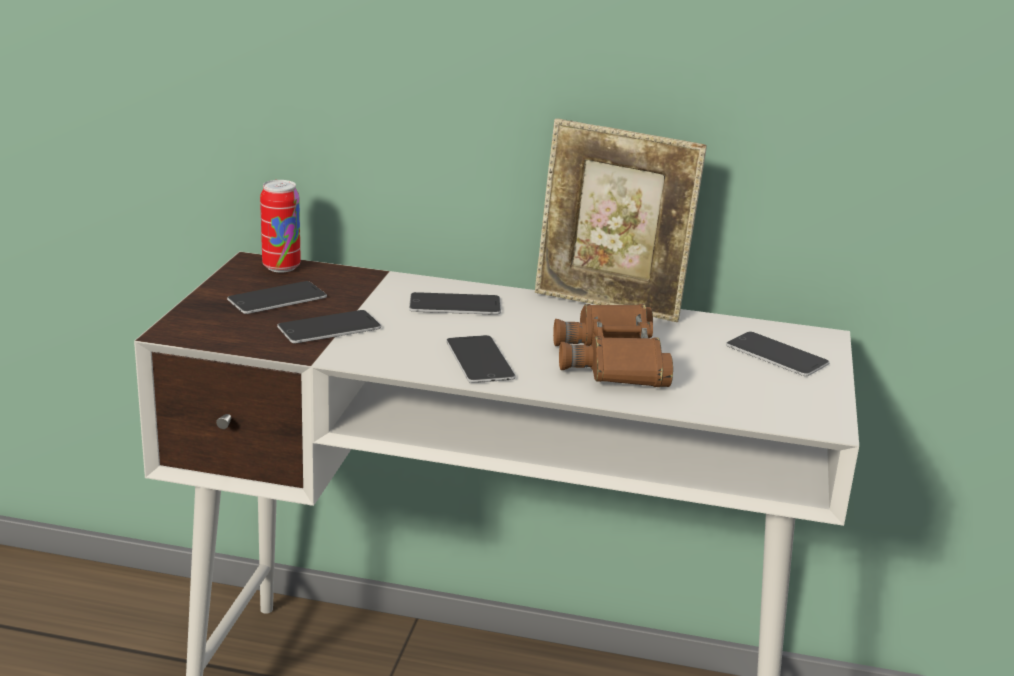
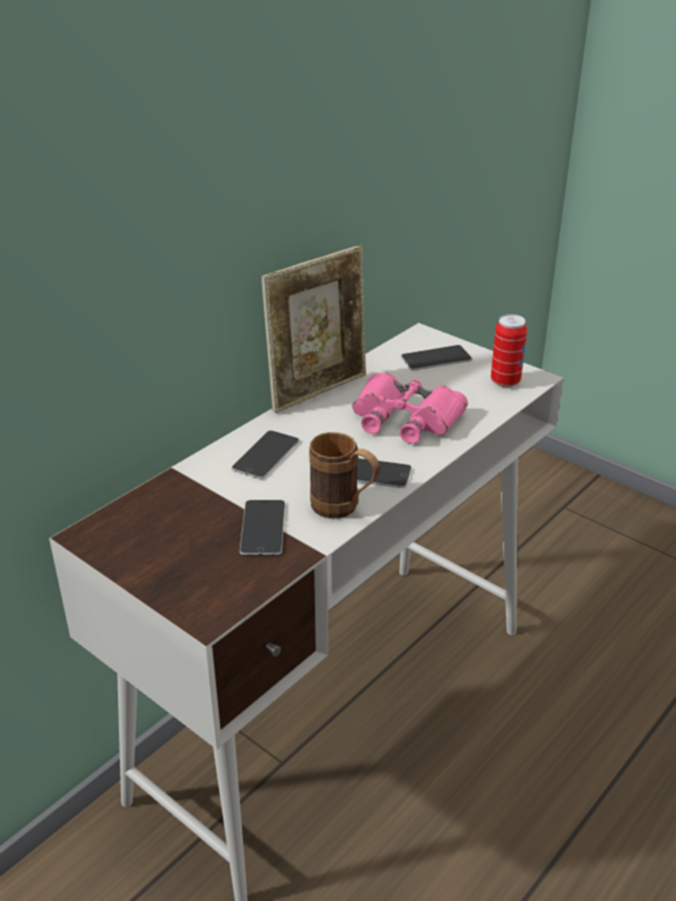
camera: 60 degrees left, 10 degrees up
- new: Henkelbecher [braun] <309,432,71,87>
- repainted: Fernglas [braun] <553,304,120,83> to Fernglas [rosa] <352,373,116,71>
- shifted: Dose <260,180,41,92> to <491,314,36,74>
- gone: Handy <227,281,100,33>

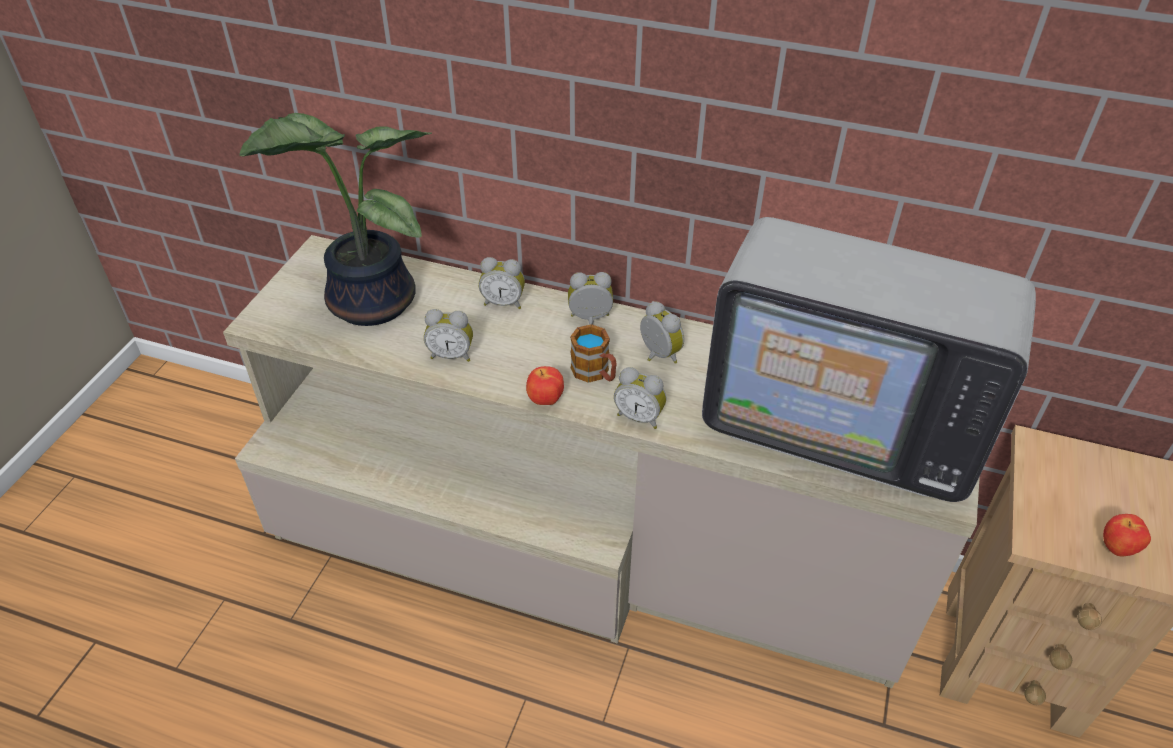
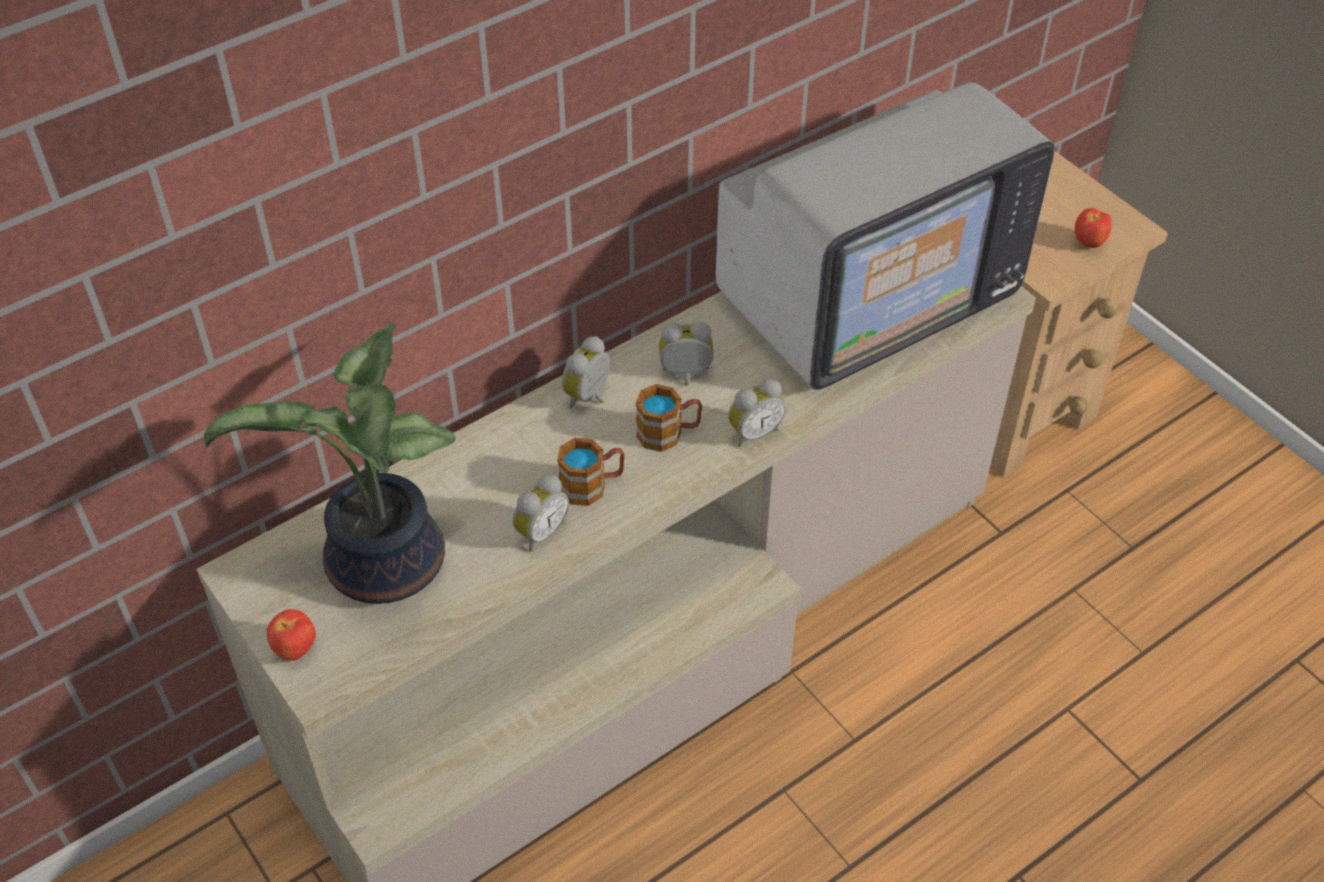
camera: 55 degrees left, 5 degrees up
- shifted: Apfel <526,366,38,39> to <267,609,49,52>
- new: Henkelbecher <557,438,68,68>
- gone: Wecker <479,257,46,52>

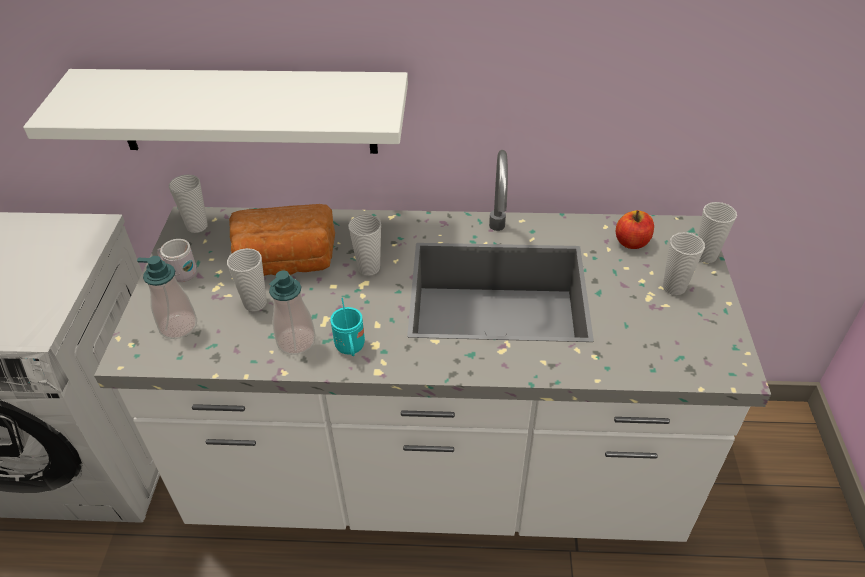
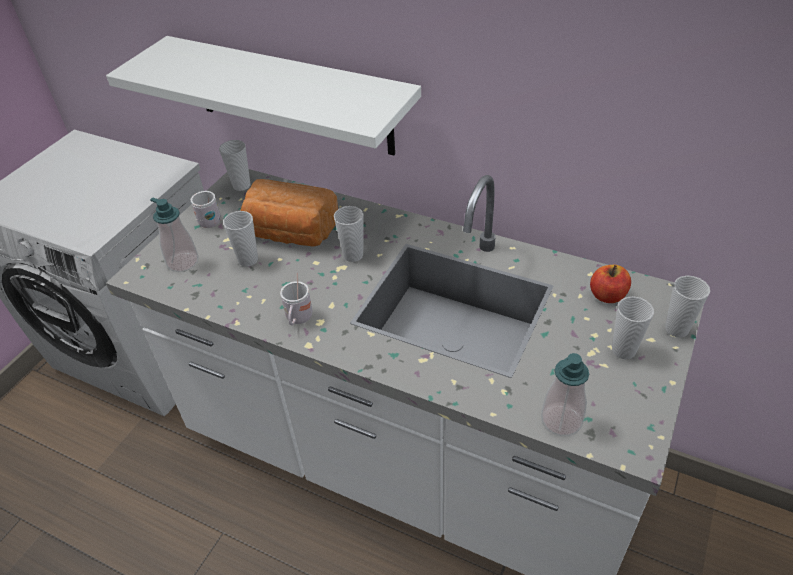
camera: 25 degrees right, 0 degrees up
- repainted: Henkelbecher [türkis] <330,298,35,58> to Henkelbecher [weiß] <280,273,33,52>
- shifted: Seifenspender <269,271,47,84> to <541,353,48,83>

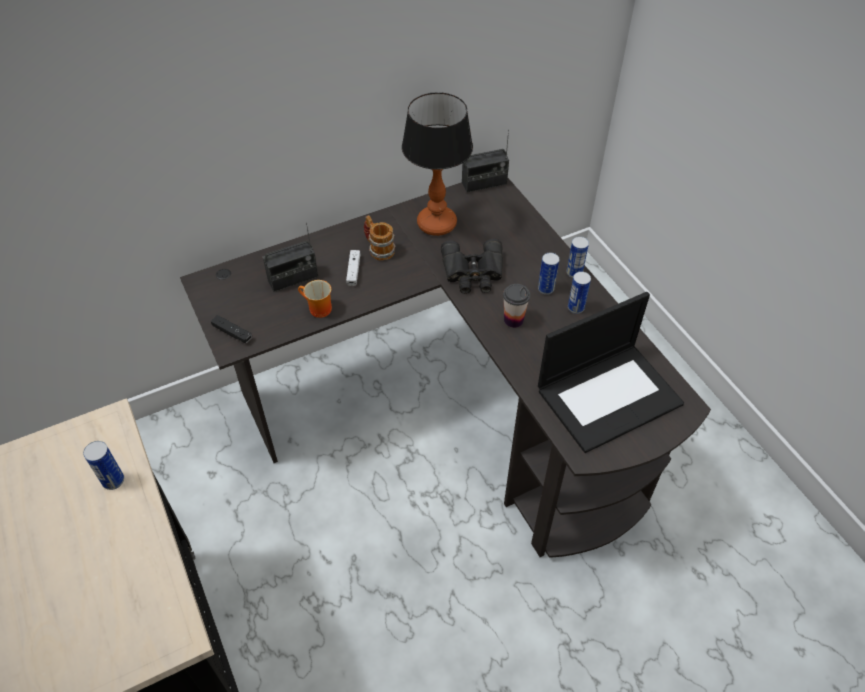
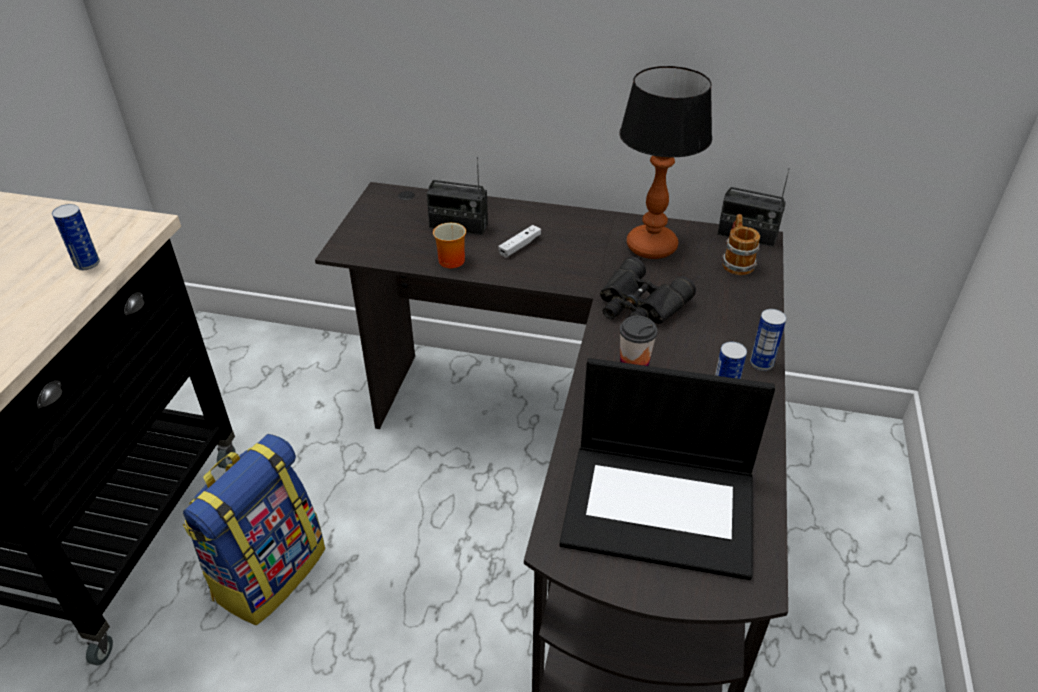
camera: 40 degrees right, 10 degrees down
- new: Rucksack <183,434,142,191>
- shifted: Henkelbecher <364,215,32,46> to <722,214,38,61>
- gone: Gamepad [schwarz] <211,315,41,28>
- gone: Dose <538,253,21,42>

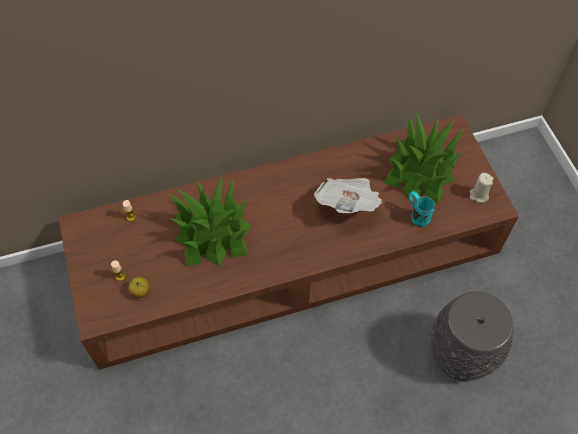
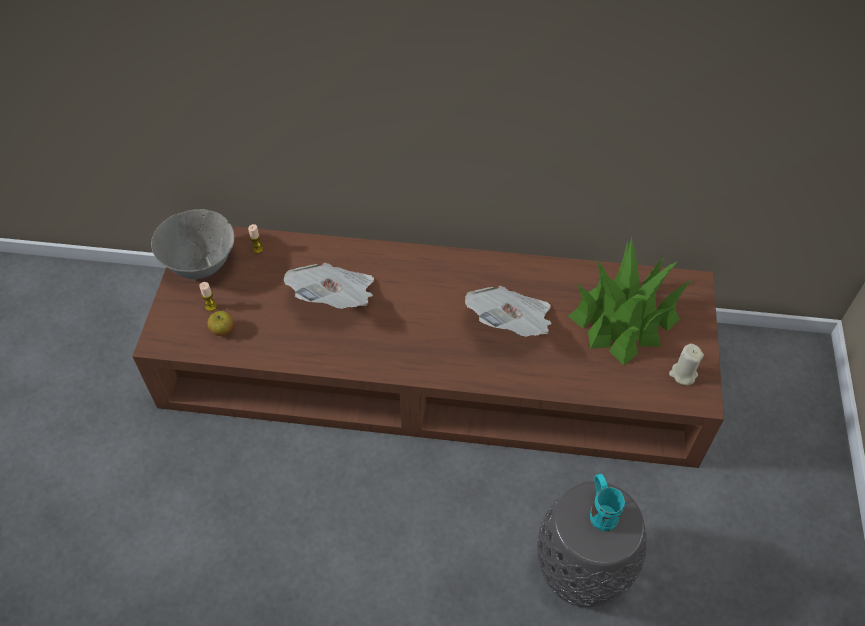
camera: 25 degrees right, 5 degrees down
- new: Schüssel [grau] <151,209,83,70>
- swapped: Topfpflanze <169,176,83,90> to Zeitung <284,263,90,46>
- shifted: Henkelbecher [türkis] <408,191,27,36> to <590,474,35,57>

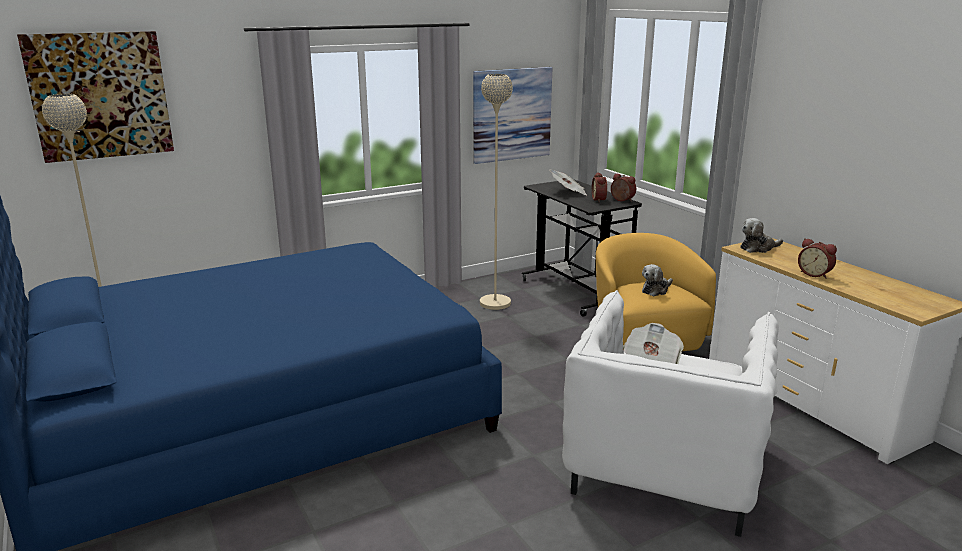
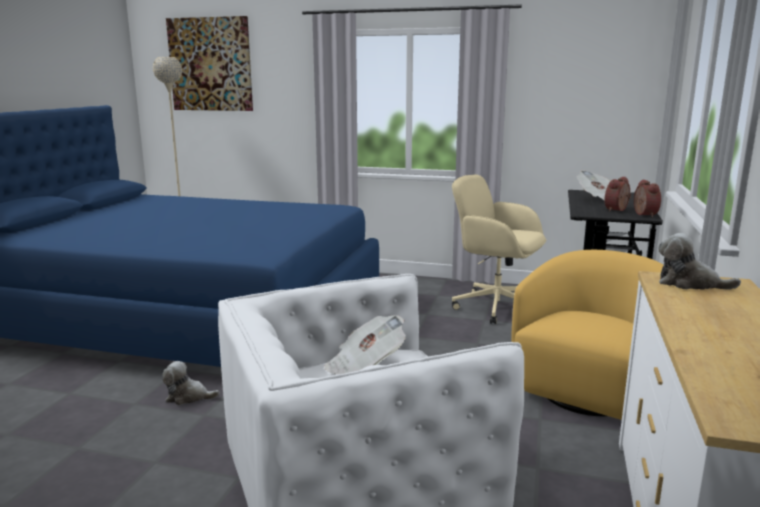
camera: 45 degrees right, 5 degrees down
- shifted: Plüschtier <642,264,31,32> to <162,361,58,44>
- swapped: Stehlampe [beige] <480,74,33,236> to Bürostuhl [beige] <452,175,94,149>
- gone: Bild <473,67,79,97>
- gone: Wecker <798,238,39,41>

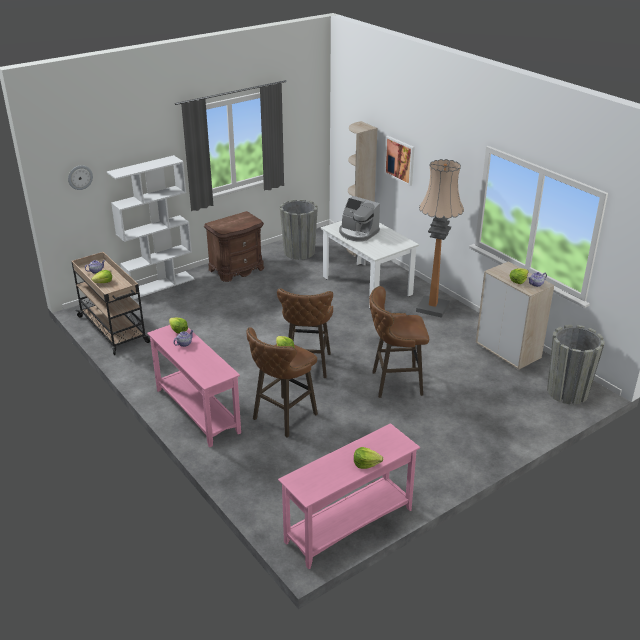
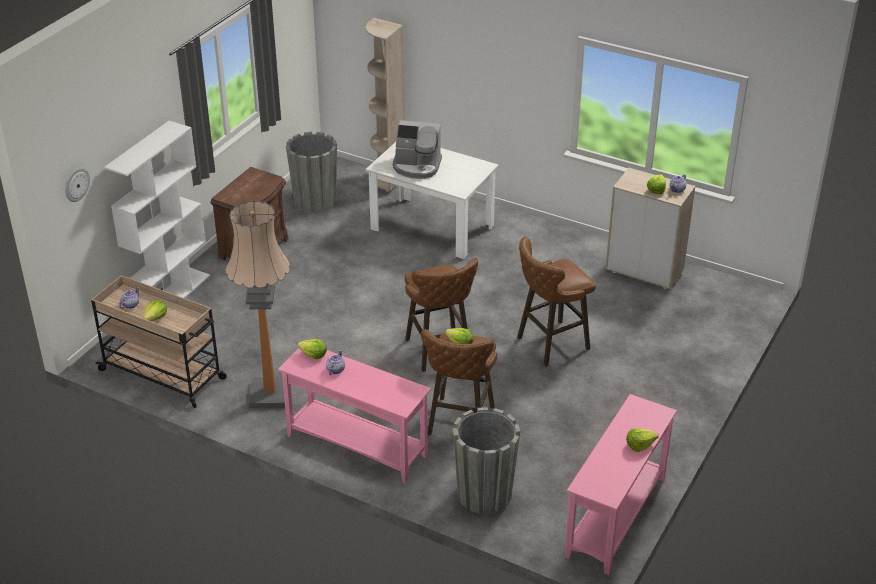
camera: 25 degrees left, 5 degrees up
- shifted: Stehlampe <416,159,48,159> to <225,201,65,207>
- shifted: Pflanzkübel [grau] <547,325,58,80> to <453,407,67,107>
- gone: Bild <384,136,30,50>

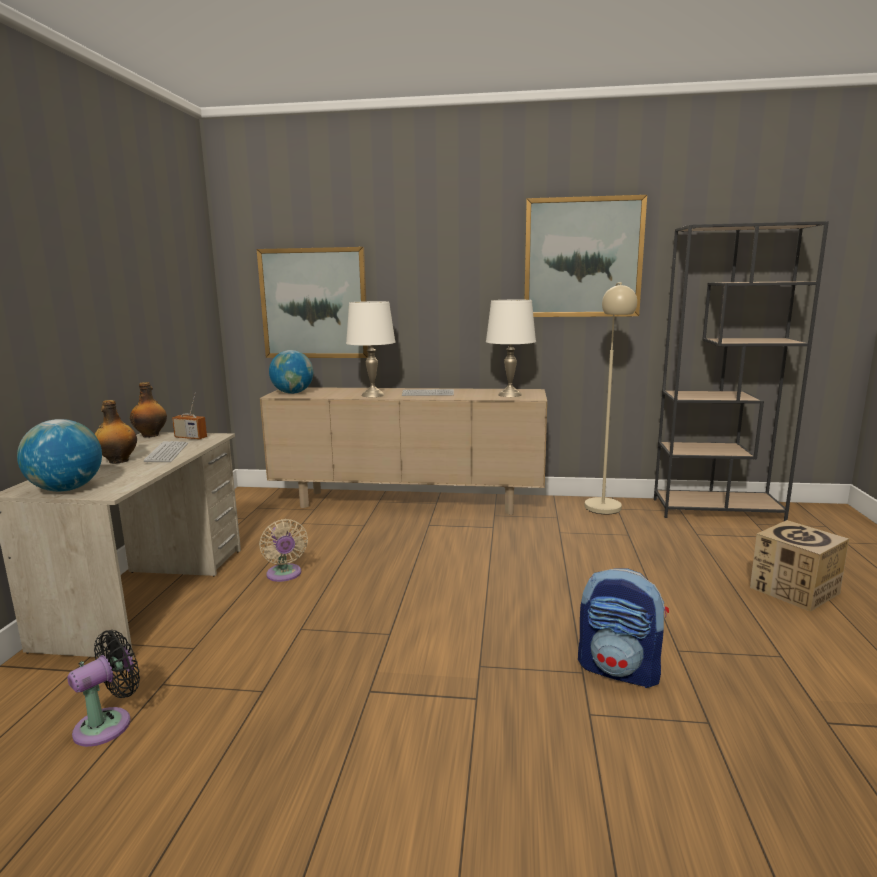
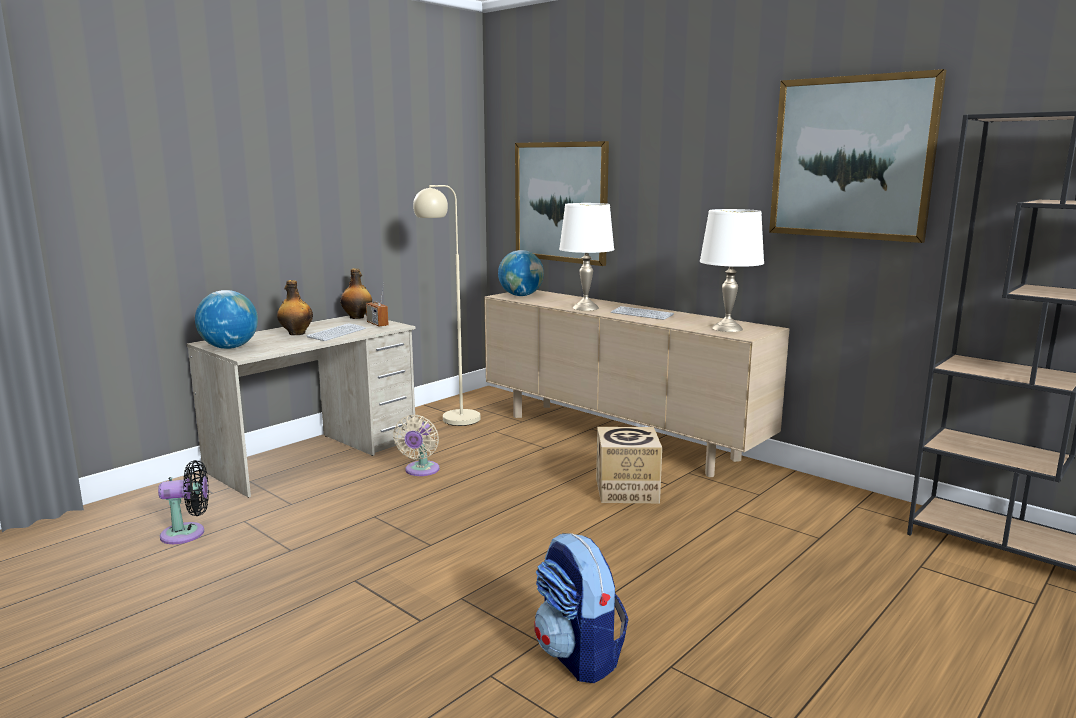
camera: 35 degrees right, 0 degrees up
- shifted: Stehlampe [beige] <585,282,52,232> to <413,185,68,241>
- shifted: Karton <750,520,99,92> to <596,427,66,76>

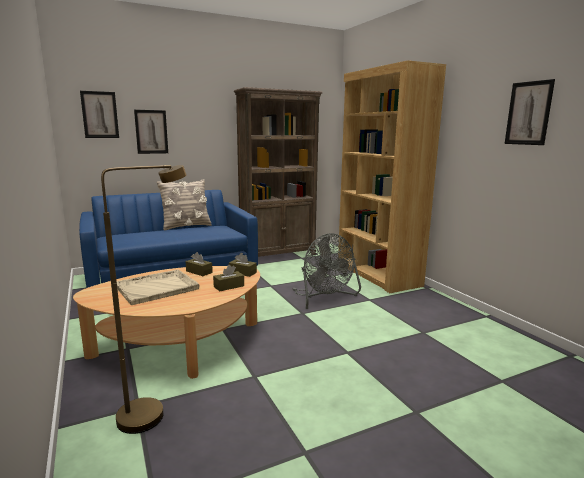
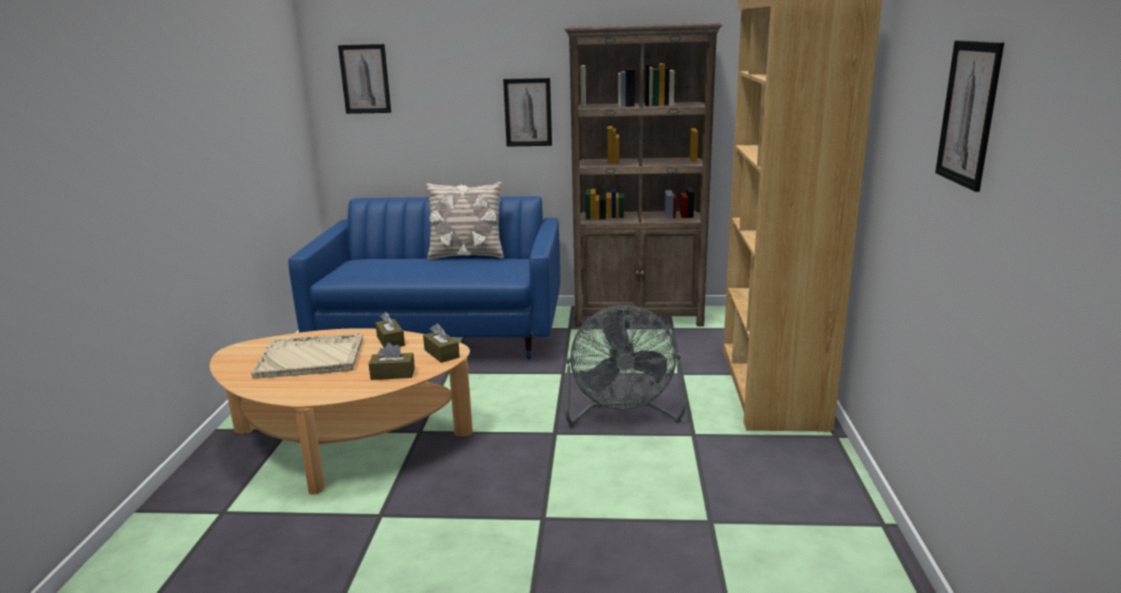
camera: 30 degrees right, 5 degrees up
- shifted: Bild <134,110,34,44> to <503,78,49,69>
- gone: Stehlampe [braun] <101,165,86,269>

